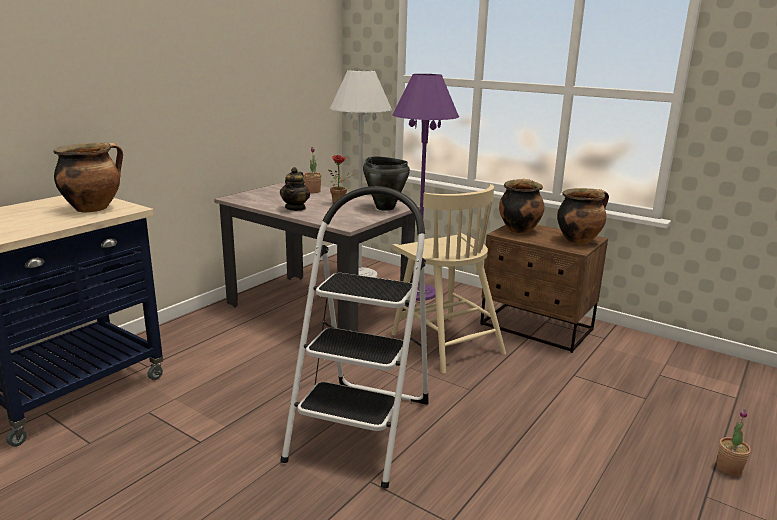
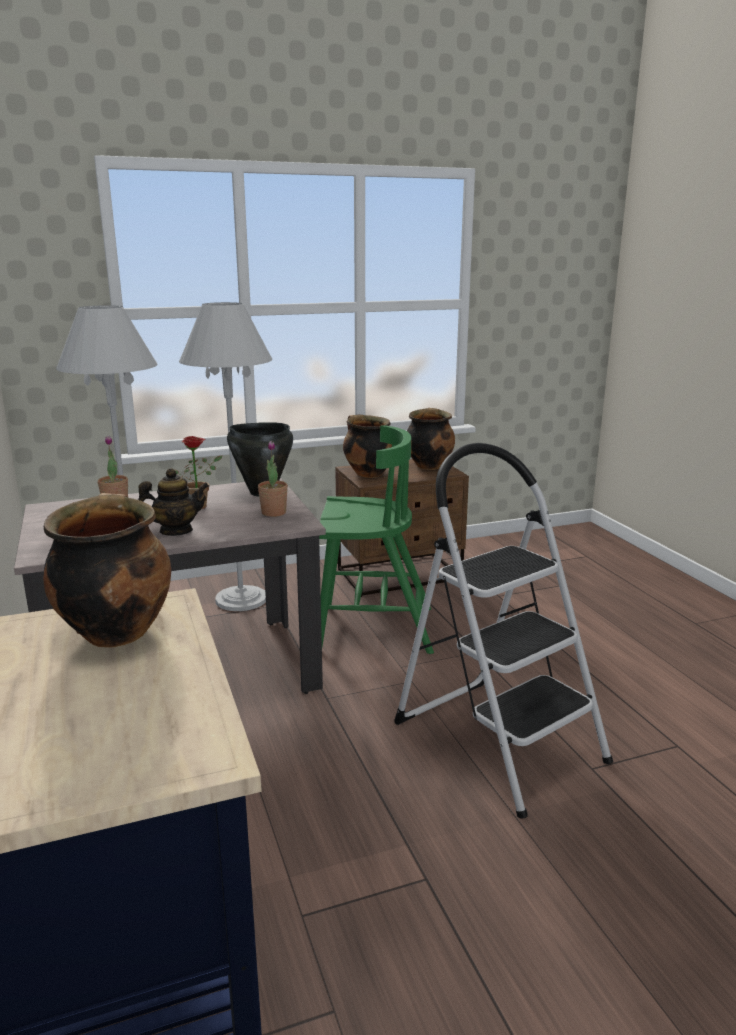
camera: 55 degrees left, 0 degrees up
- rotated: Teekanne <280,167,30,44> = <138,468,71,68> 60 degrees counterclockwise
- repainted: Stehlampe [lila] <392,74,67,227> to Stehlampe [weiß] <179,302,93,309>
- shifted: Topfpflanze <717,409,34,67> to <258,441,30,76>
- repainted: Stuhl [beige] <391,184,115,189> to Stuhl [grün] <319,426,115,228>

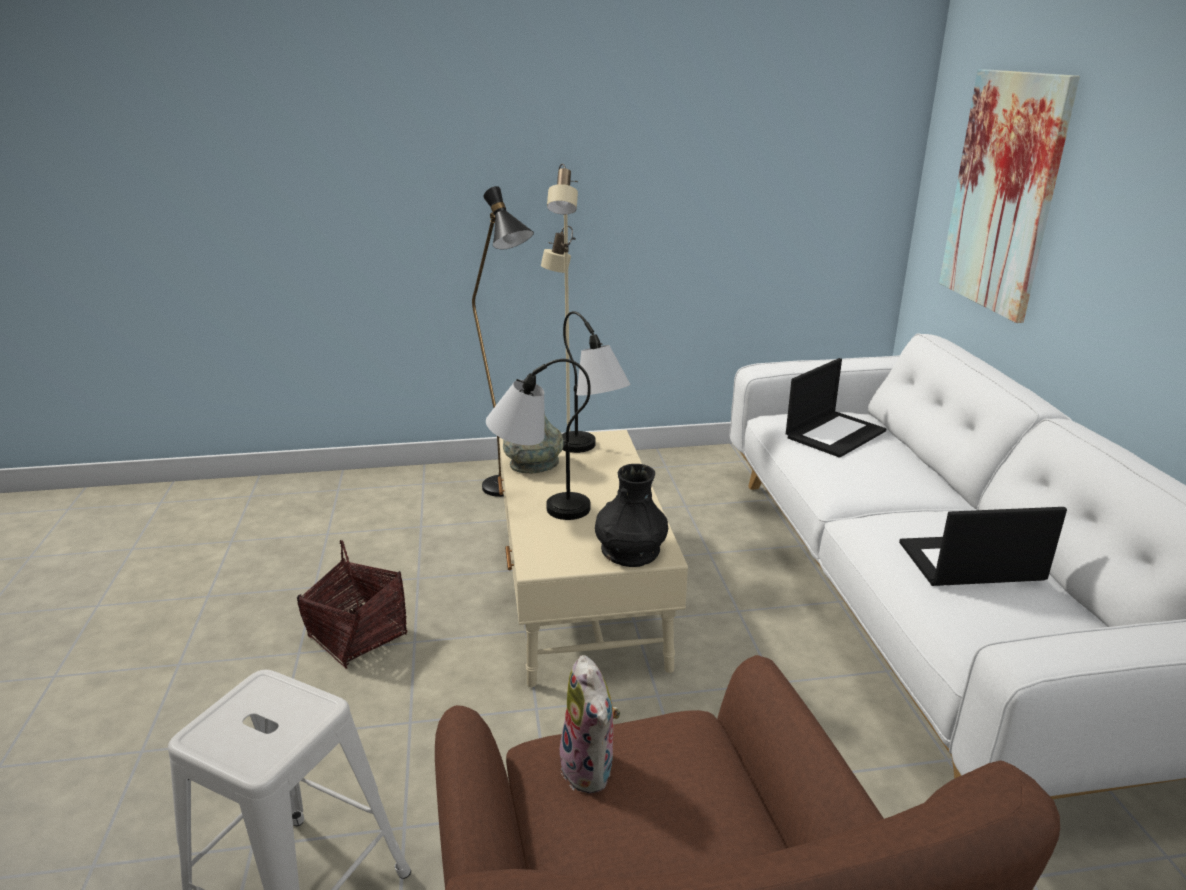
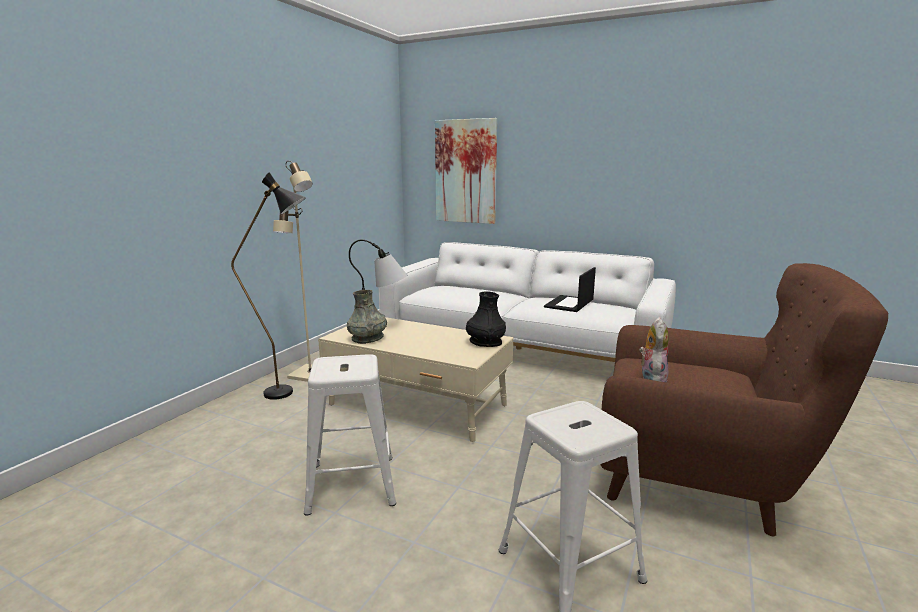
camera: 55 degrees left, 10 degrees down
- swapped: Korb <297,540,110,129> to Hocker [weiß] <304,354,92,162>
- rotated: Plüschtier <557,655,64,138> = <639,317,29,66> 90 degrees counterclockwise
- gone: Tischlampe <486,359,105,161>
- gone: Laptop <786,358,101,100>

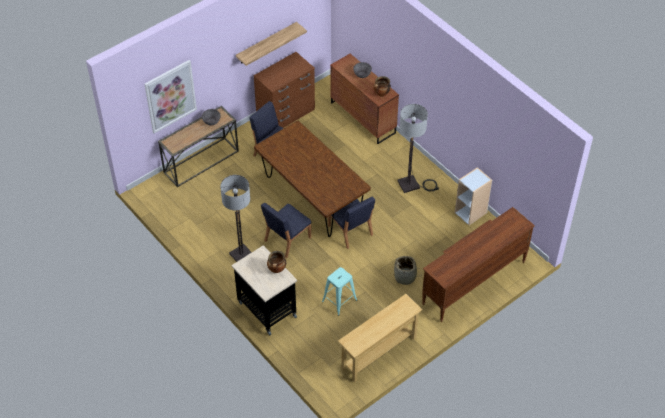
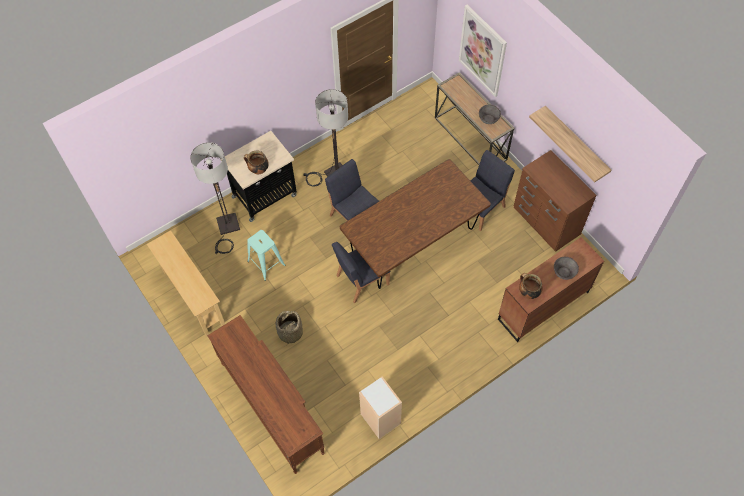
camera: 95 degrees right, 10 degrees up
- shifted: Stehlampe <397,104,42,89> to <190,142,50,112>

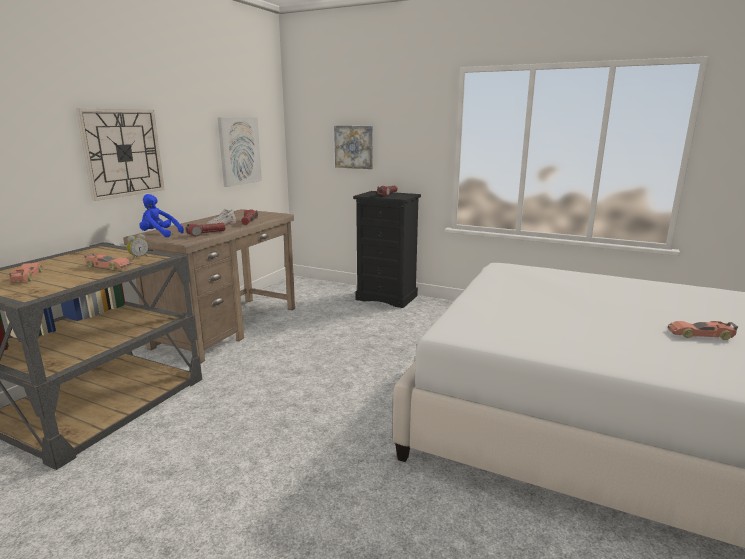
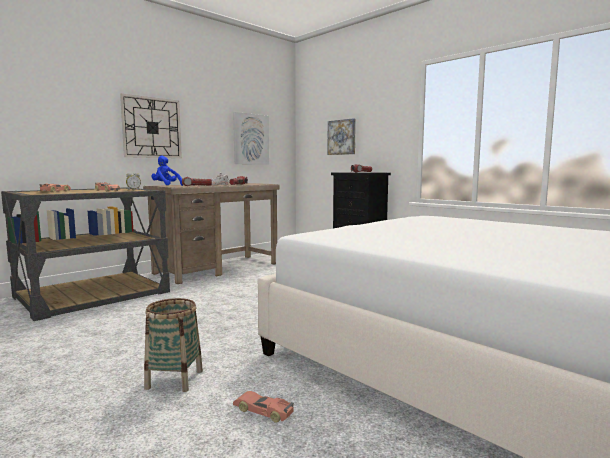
camera: 20 degrees right, 10 degrees down
- new: Korb <144,298,59,94>
- shifted: Spielzeugauto <668,321,70,19> to <233,391,61,32>

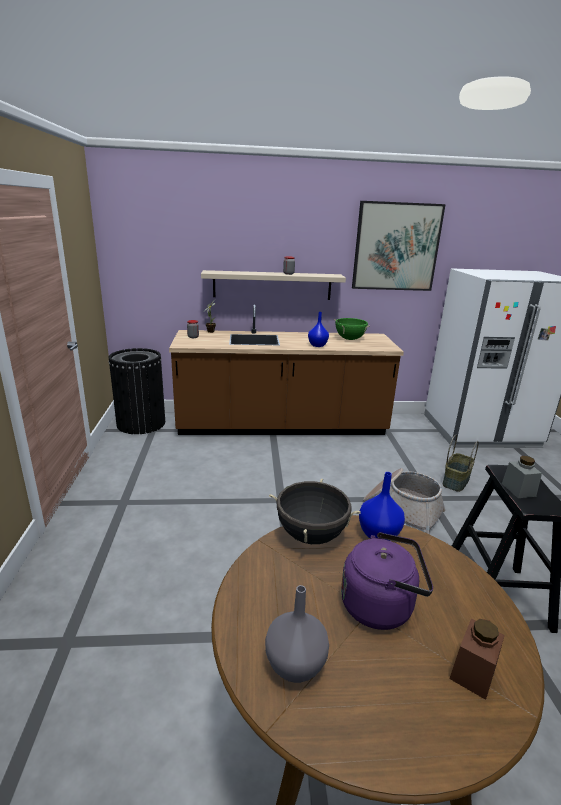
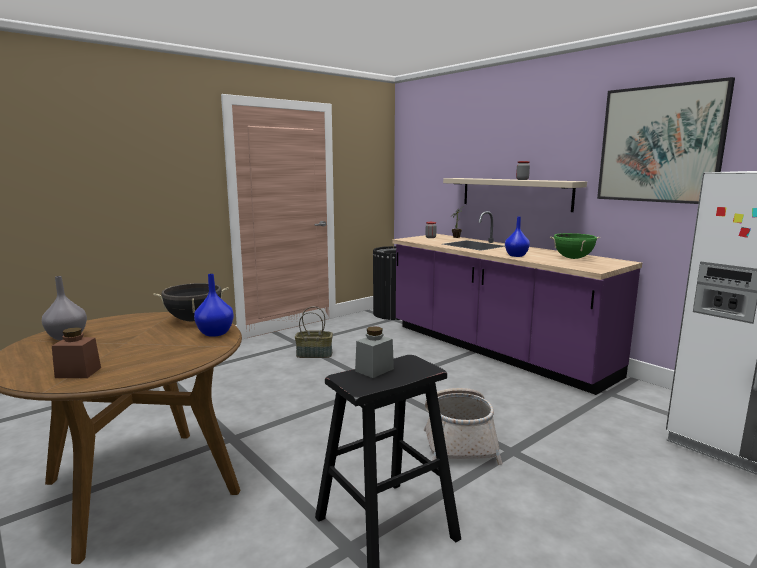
camera: 55 degrees right, 10 degrees down
- shifted: Korb <443,434,36,58> to <295,307,38,51>
- repainted: Küchenzeile [braun] <169,304,235,131> to Küchenzeile [lila] <392,211,250,184>
- gone: Wasserkessel [lila] <341,532,92,98>

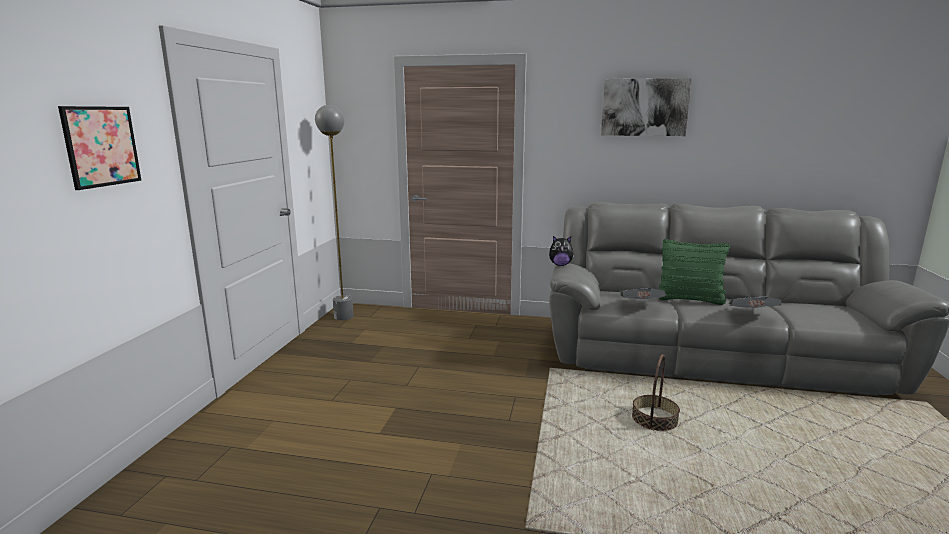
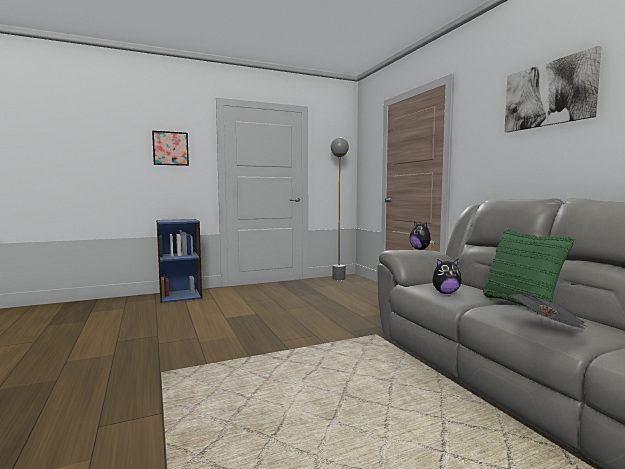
camera: 55 degrees right, 10 degrees down
- new: Bücherregal [blau] <156,219,46,84>
- swapped: Zeitung <620,288,47,11> to Plüschtier <432,259,30,35>
- gone: Korb <632,354,48,77>

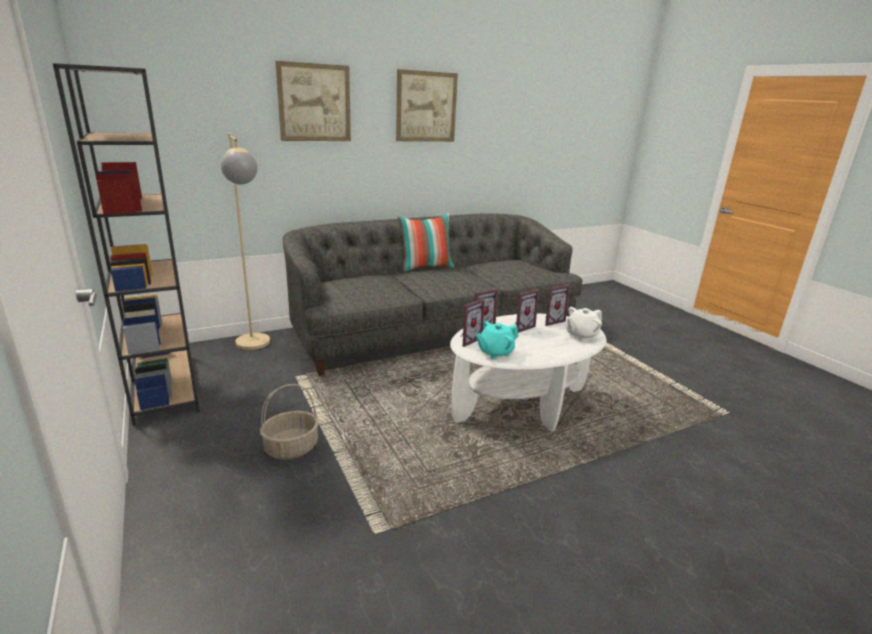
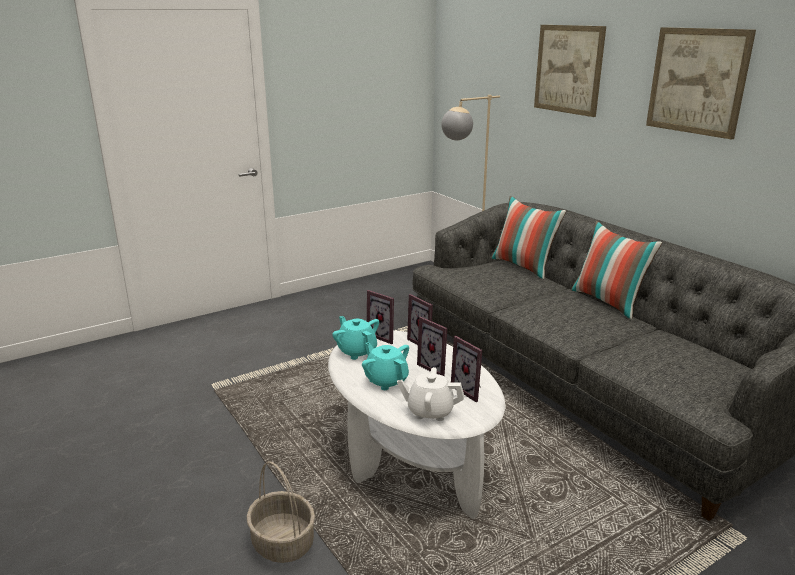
camera: 85 degrees right, 0 degrees up
- shifted: Korb <260,384,59,76> to <247,461,68,102>
- new: Teekanne [türkis] <362,342,47,48>
- rotated: Teekanne [weiß] <566,307,36,34> = <397,367,67,54> 45 degrees counterclockwise
- new: Kissen <491,196,75,83>
- gone: Bücherregal <53,63,147,363>

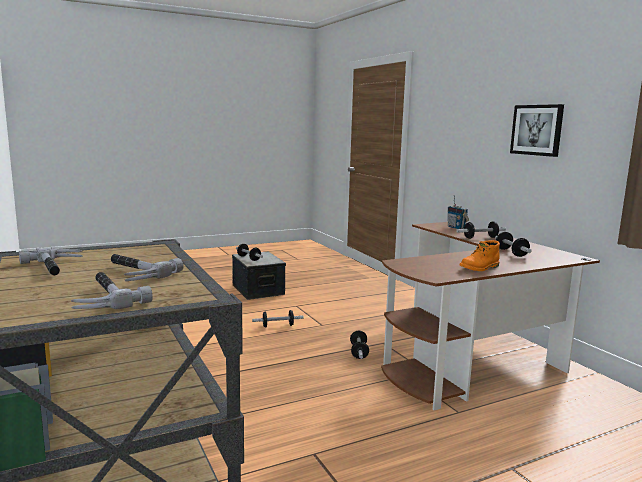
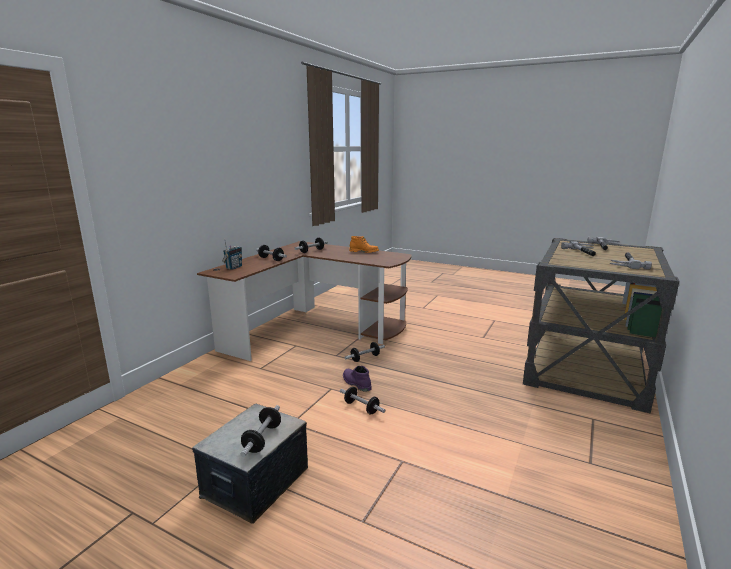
camera: 125 degrees left, 5 degrees up
- new: Stiefel [lila] <343,366,29,26>
- gone: Bild <510,104,54,53>

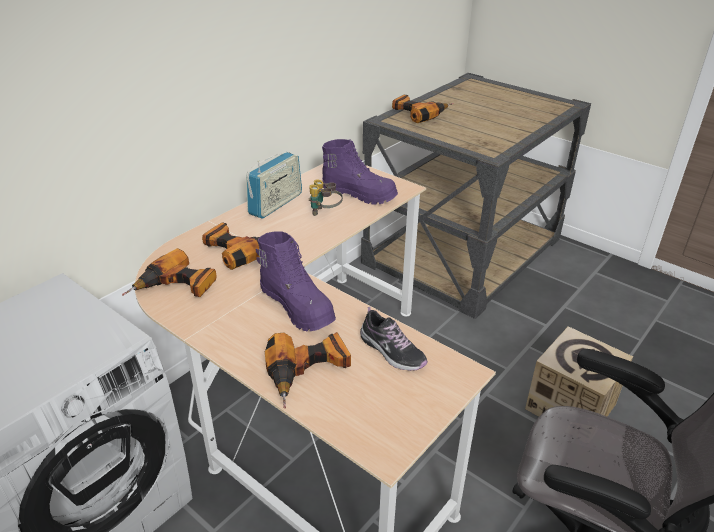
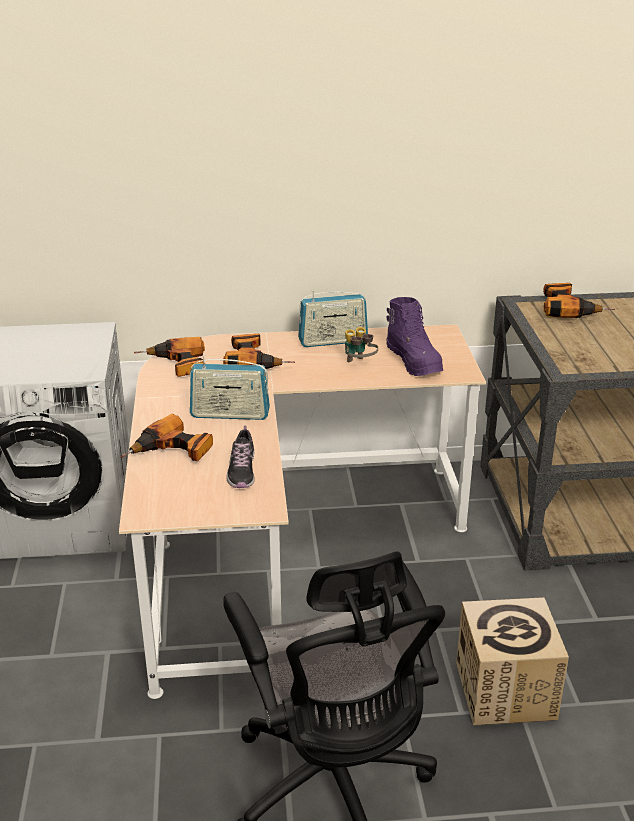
camera: 45 degrees right, 5 degrees down
- swapped: Stiefel [lila] <255,232,81,99> to Radio <190,355,80,65>

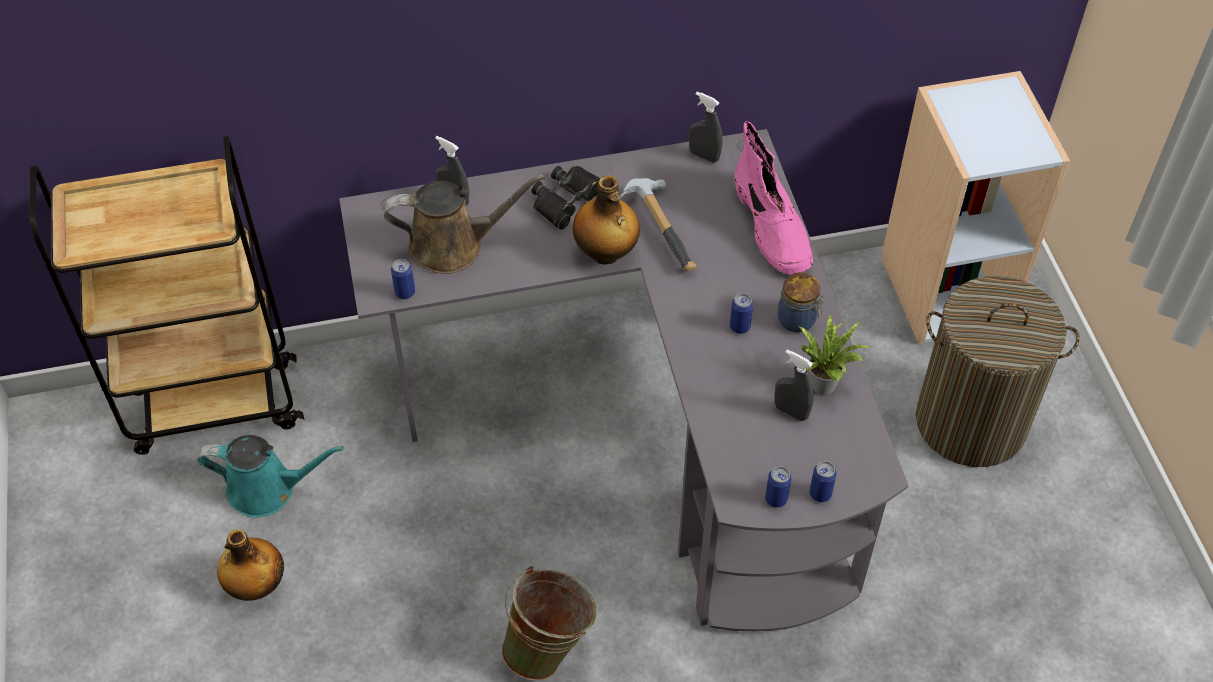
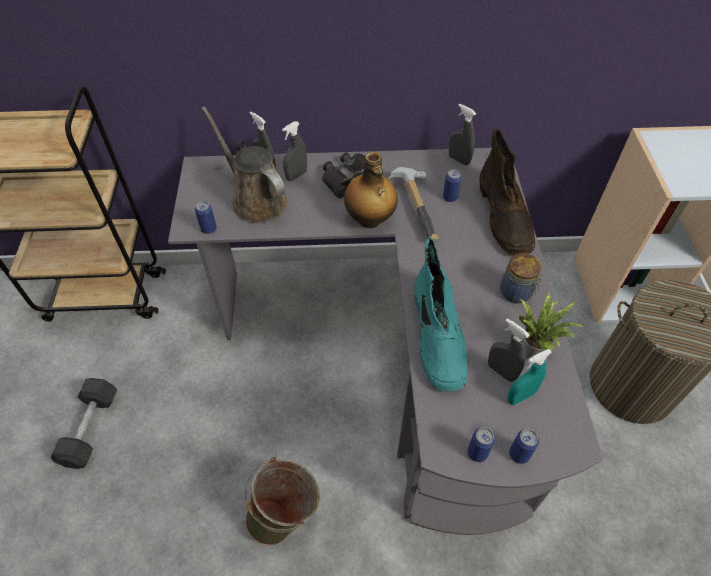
camera: 10 degrees right, 0 degrees up
- swapped: Flasche <217,529,67,72> to Hantel [schwarz] <50,378,67,91>
- rotated: Gießkanne [braun] <384,174,161,100> = <201,106,86,117> 135 degrees counterclockwise
- new: Sprühflasche [grau] <282,121,25,60>
- new: Stiefel [türkis] <414,237,55,155>
- shifted: Dose <730,293,23,41> to <443,169,19,33>
- repainted: Stiefel [rosa] <735,121,78,154> to Stiefel [braun] <480,128,55,127>
- new: Sprühflasche [türkis] <508,349,44,56>
- gone: Gießkanne [türkis] <198,435,146,83>

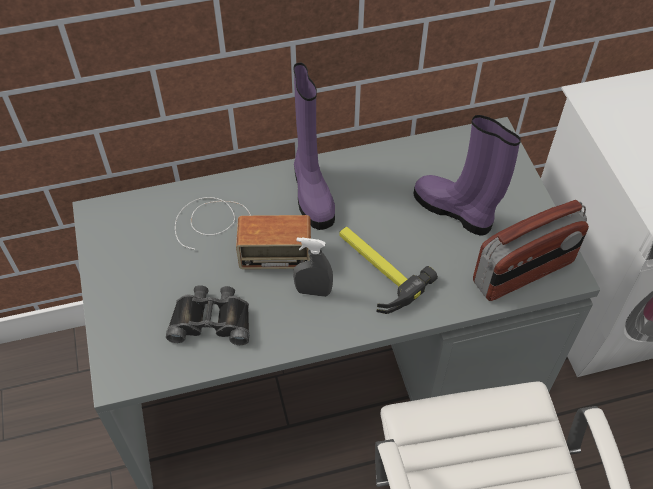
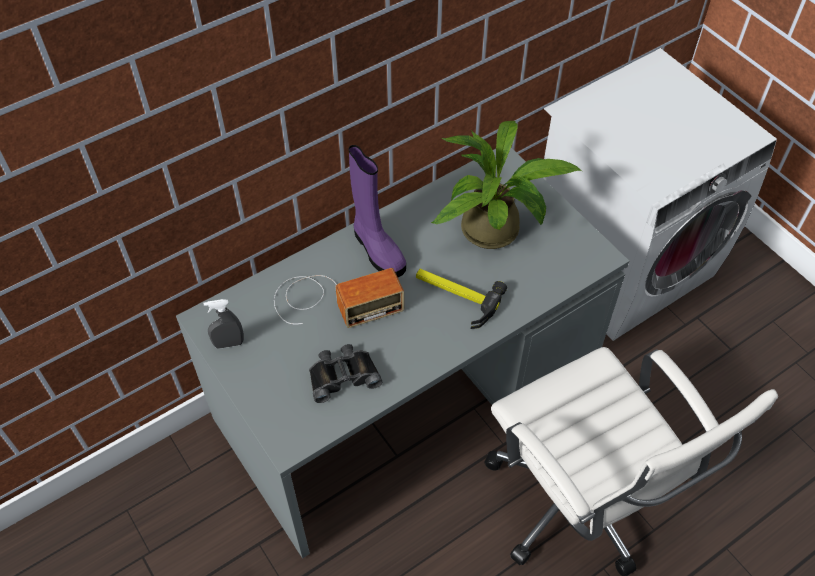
camera: 20 degrees left, 0 degrees up
- shifted: Sprühflasche [grau] <293,237,40,60> to <204,299,40,50>
- swapped: Stiefel [lila] <413,115,108,121> to Topfpflanze <431,121,151,128>
- gone: Radio <473,200,116,101>

